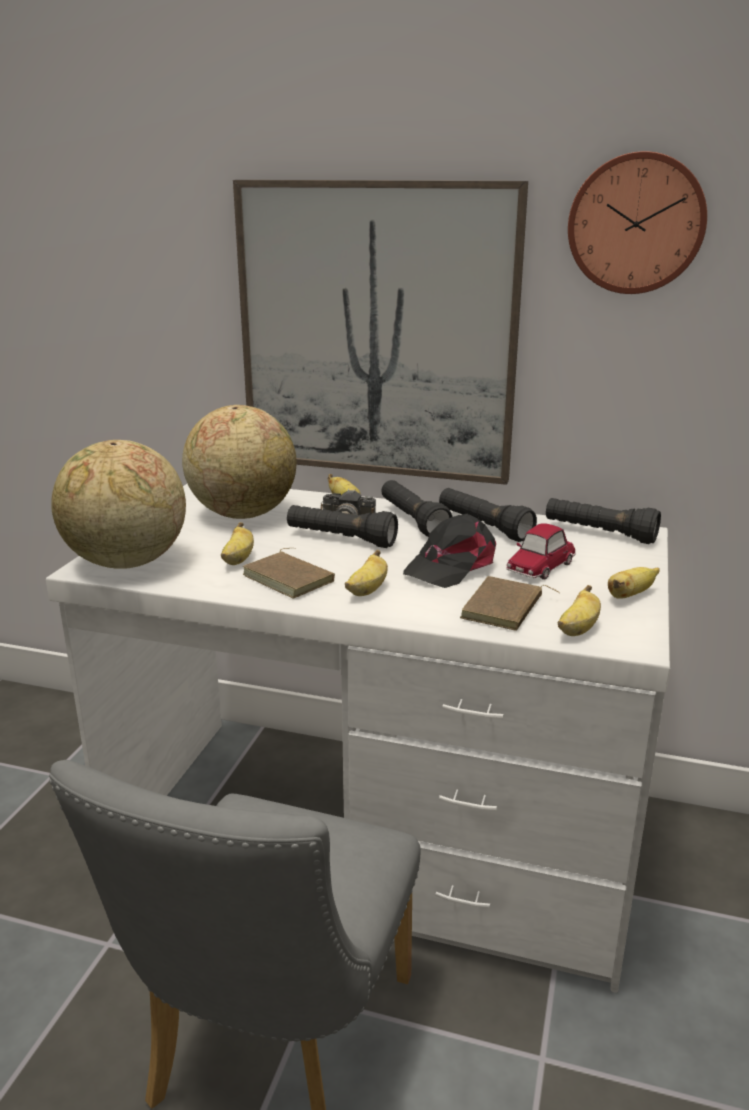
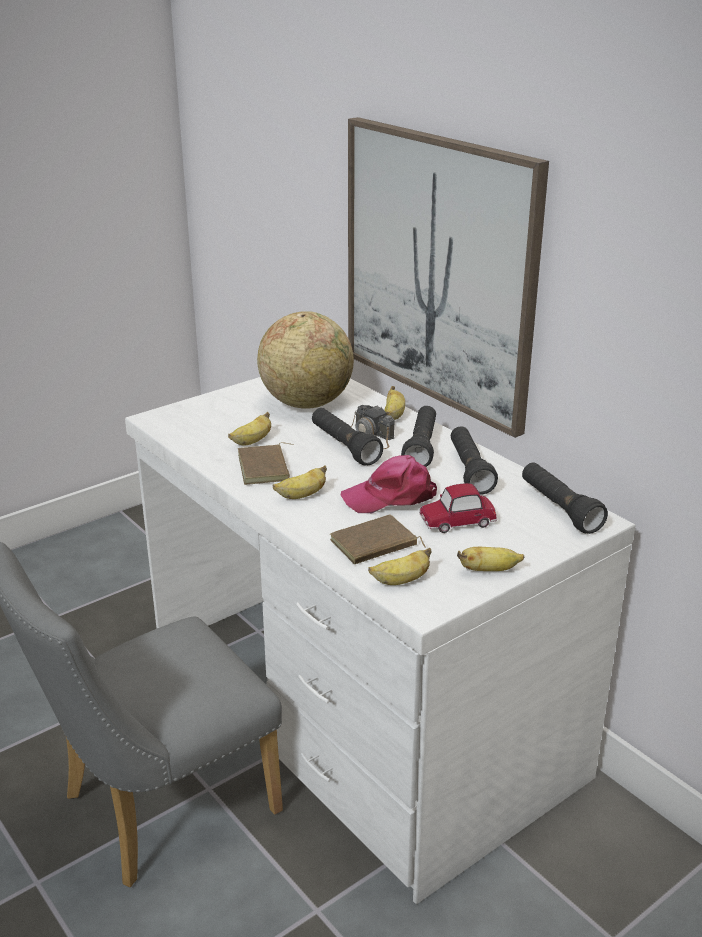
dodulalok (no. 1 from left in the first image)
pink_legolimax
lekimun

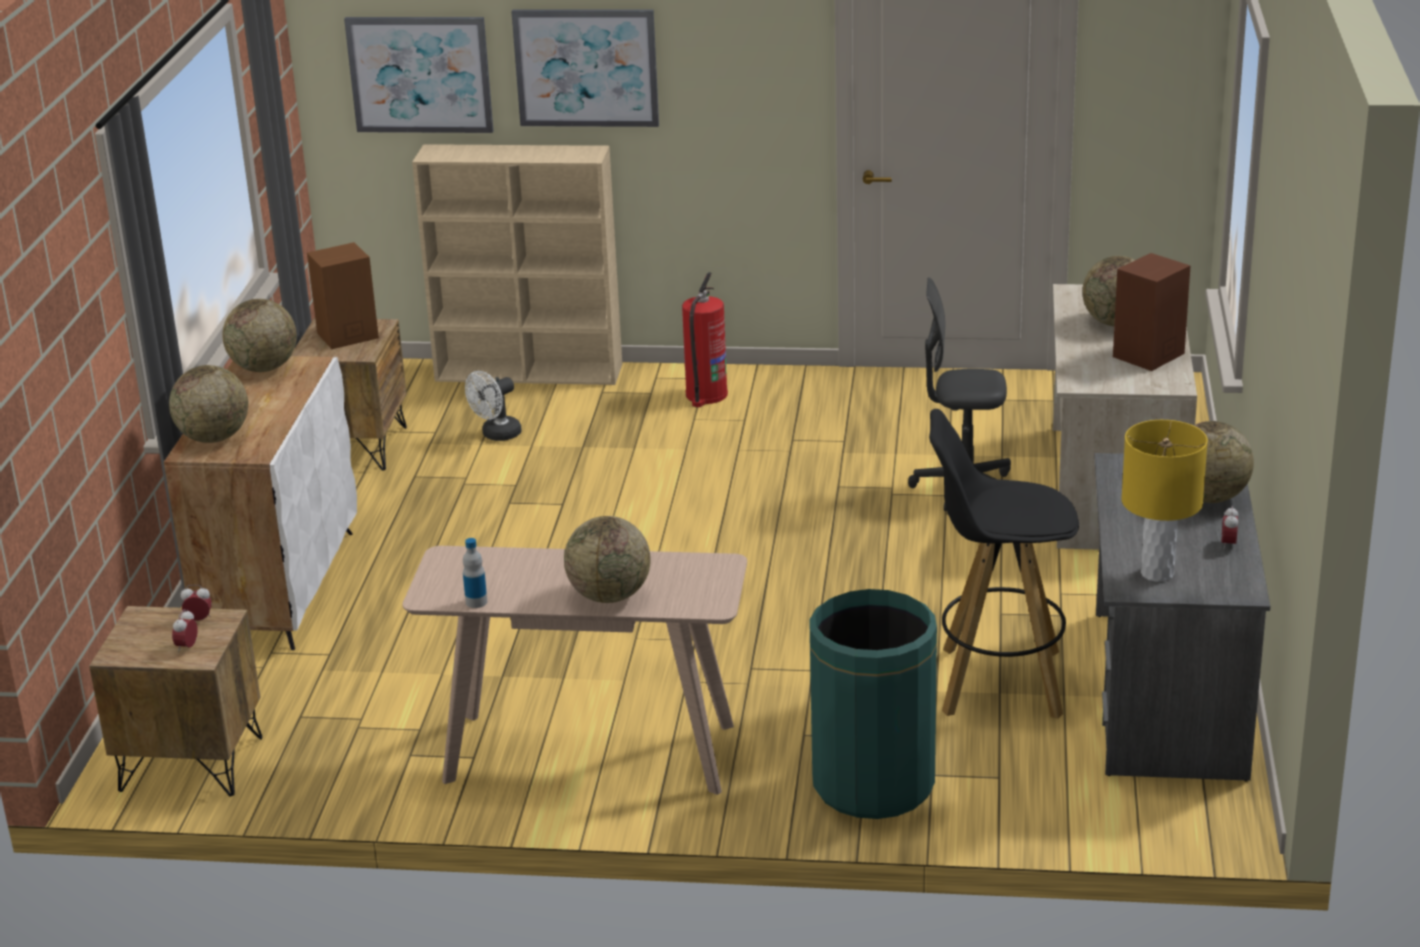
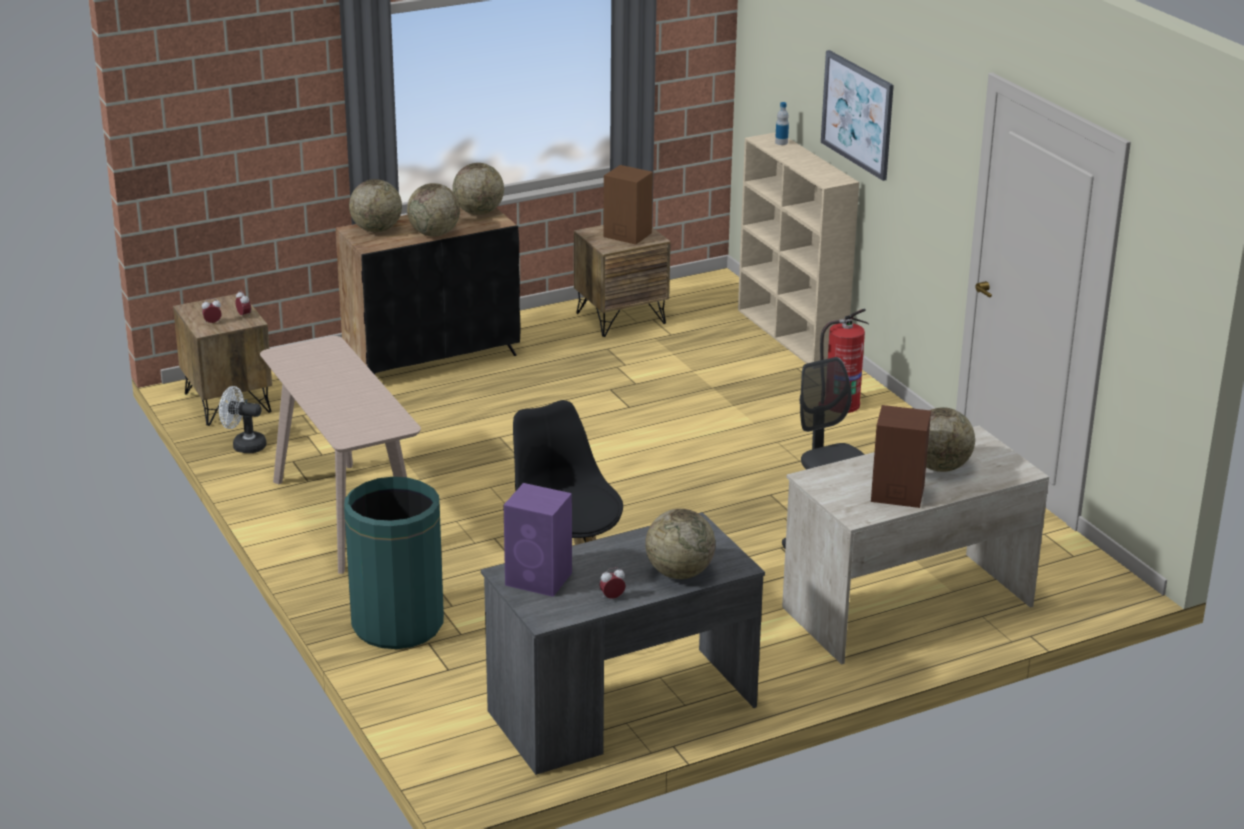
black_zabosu
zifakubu (no. 1 from left in the first image)
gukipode
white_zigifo
dodulalok (no. 2 from left)
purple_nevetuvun

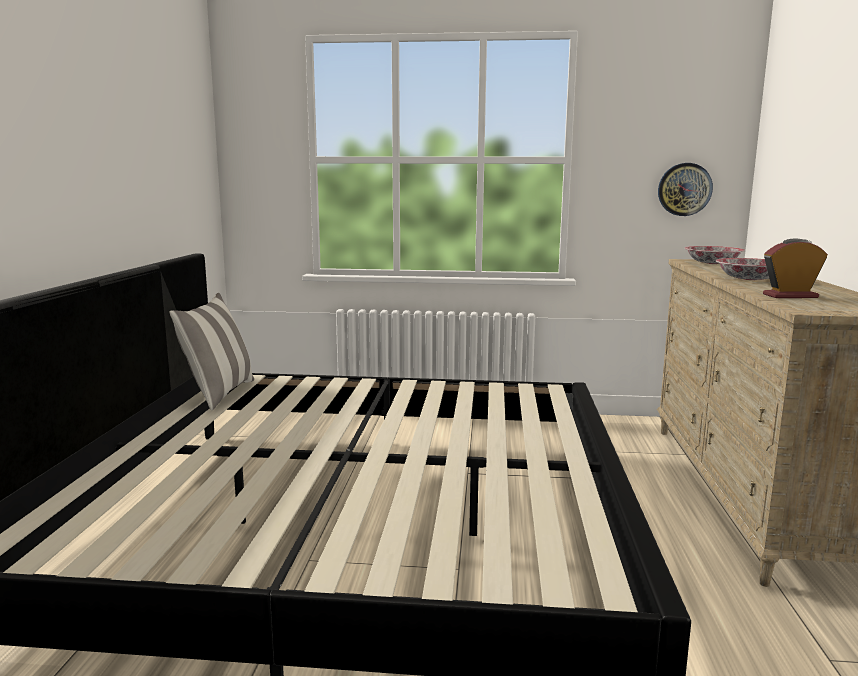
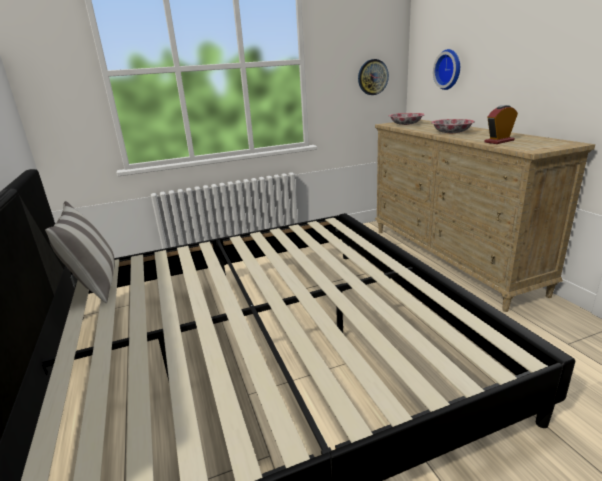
lekimun (no. 2 from left)

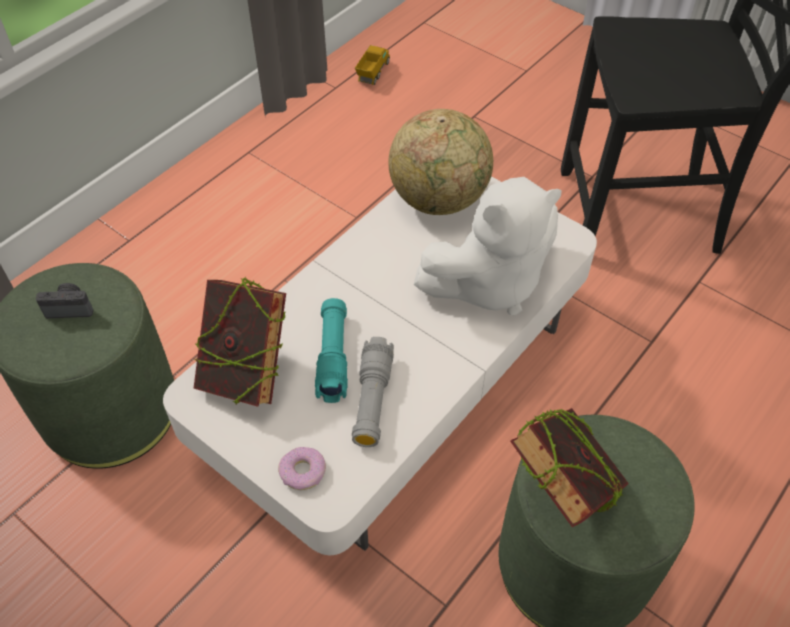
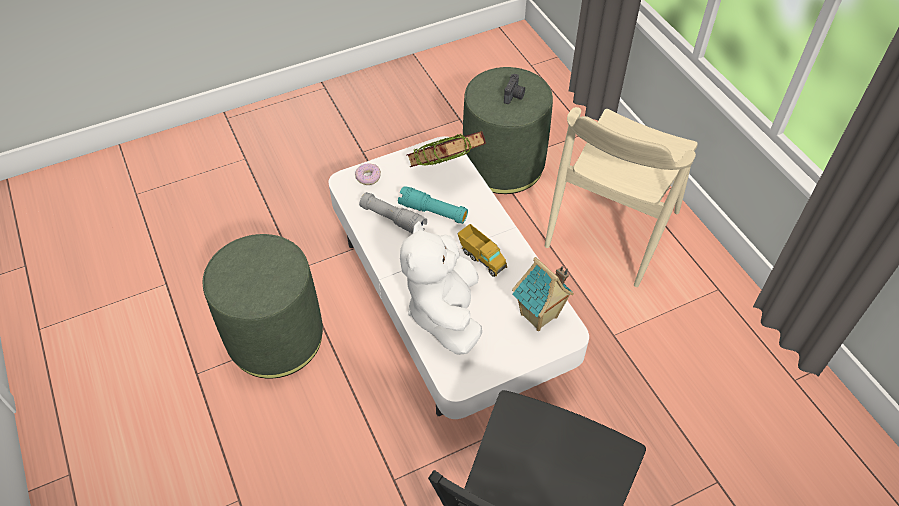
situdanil
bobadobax
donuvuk (no. 2 from left in the first image)
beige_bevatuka

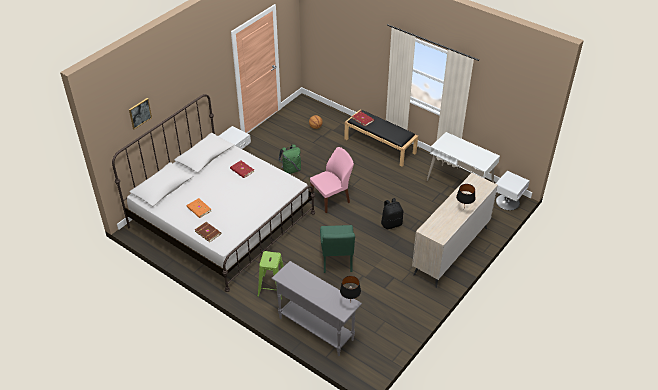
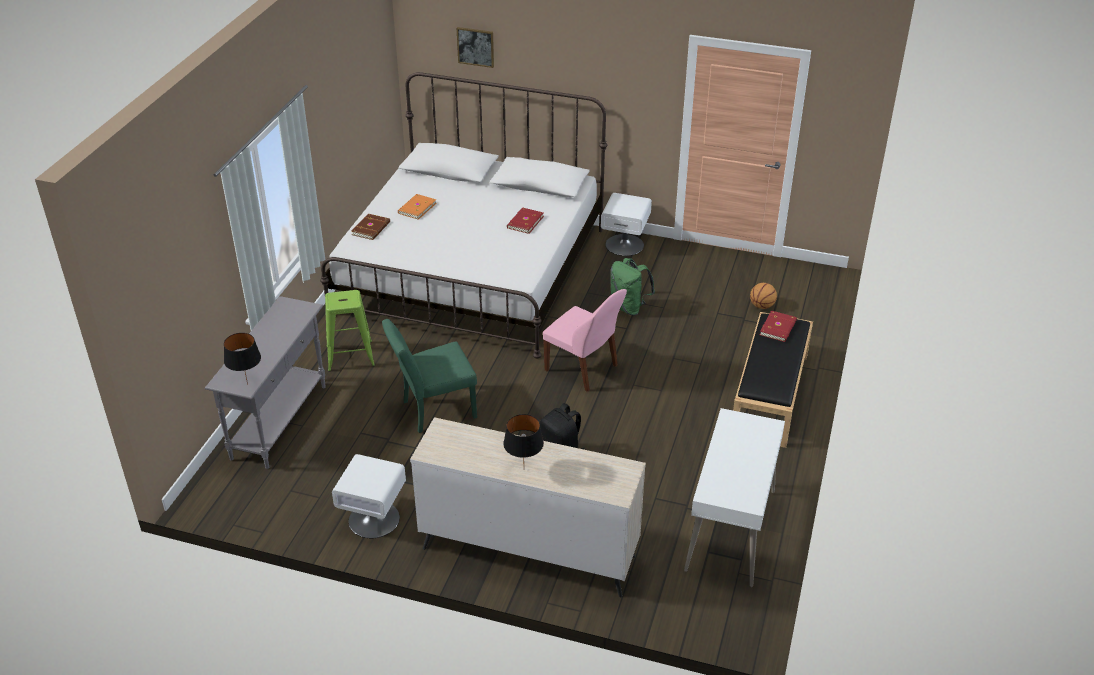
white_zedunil (no. 1 from left)

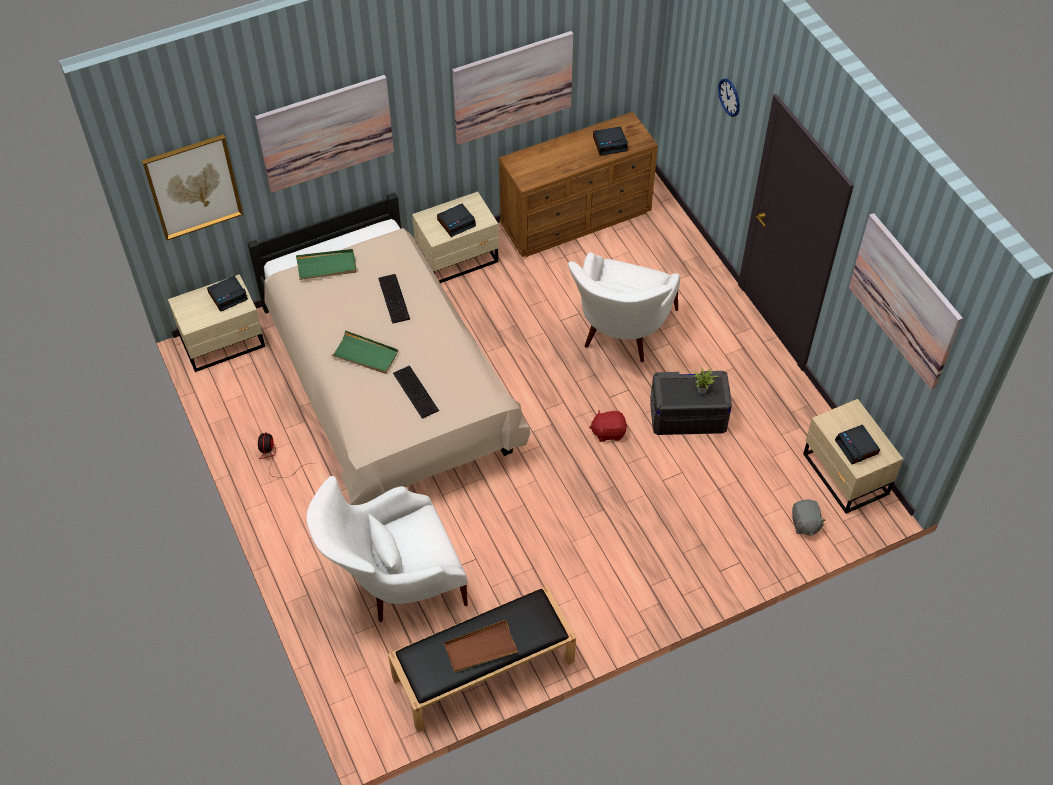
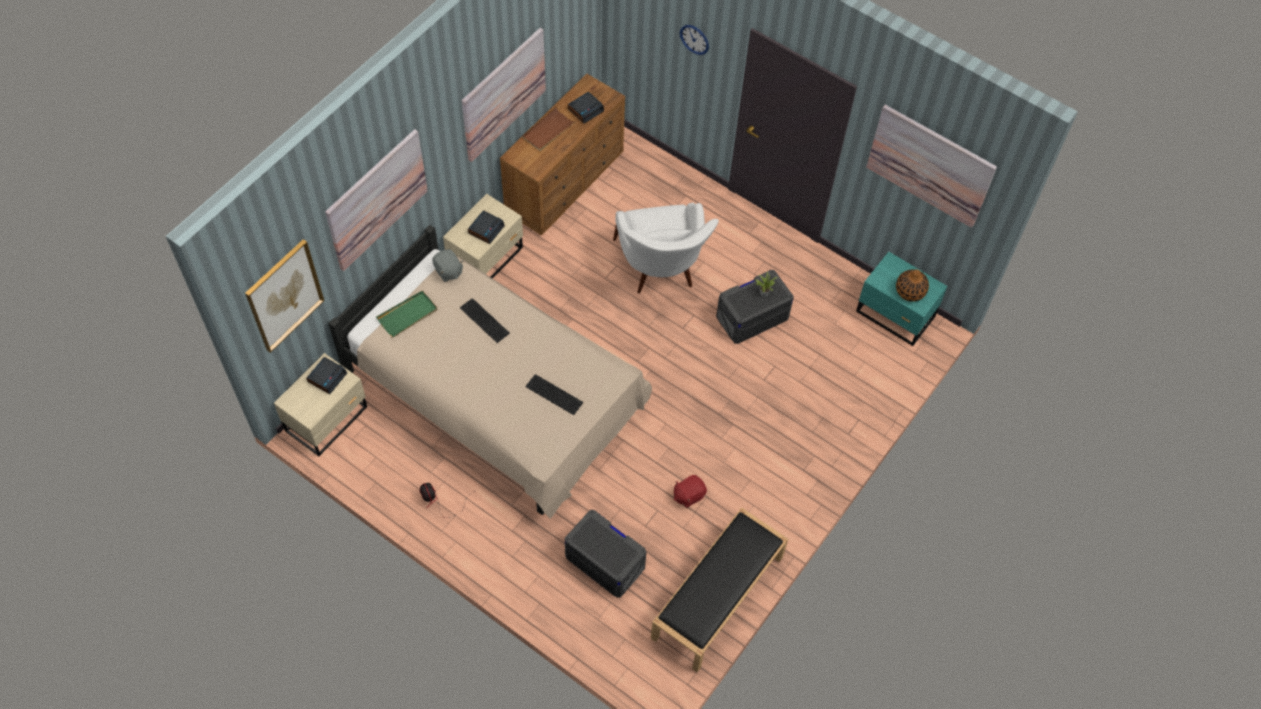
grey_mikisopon (no. 1 from left)
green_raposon (no. 2 from left in the first image)
brown_raposon
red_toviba
grey_toviba
turquoise_zedunil
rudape

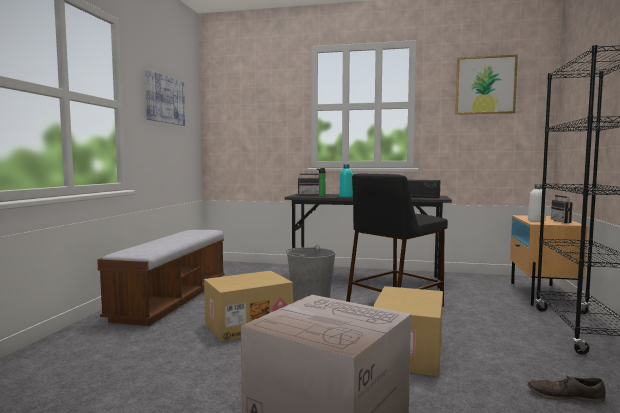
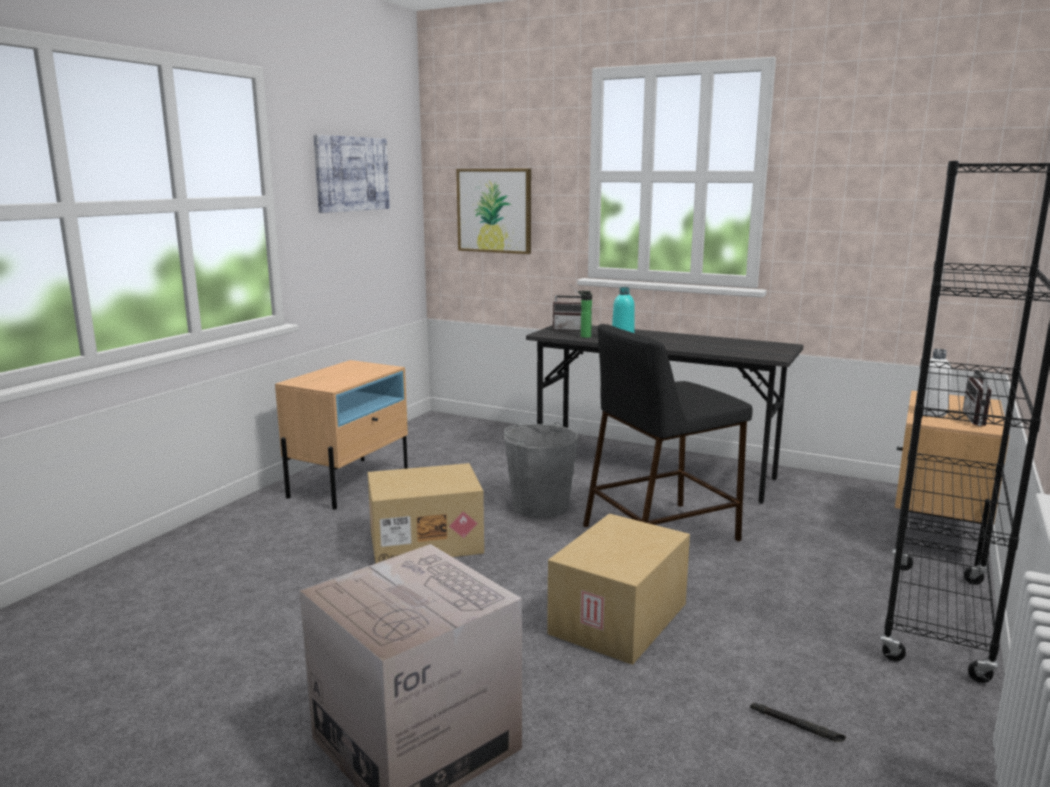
beige_zedunil (no. 1 from left)
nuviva (no. 2 from left in the first image)
zifakubu (no. 2 from left)
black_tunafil

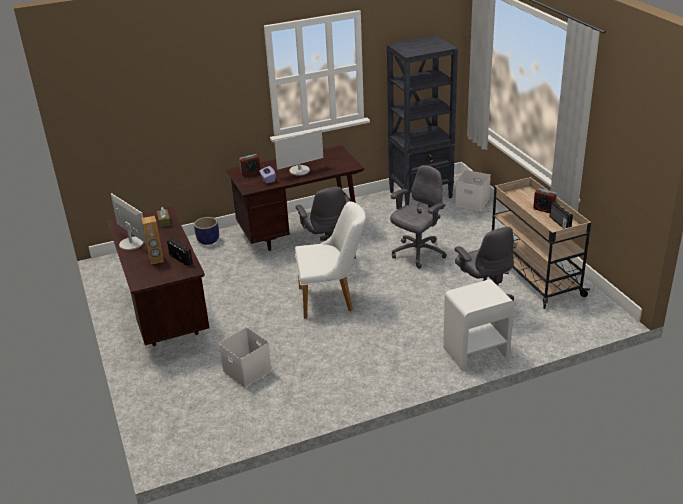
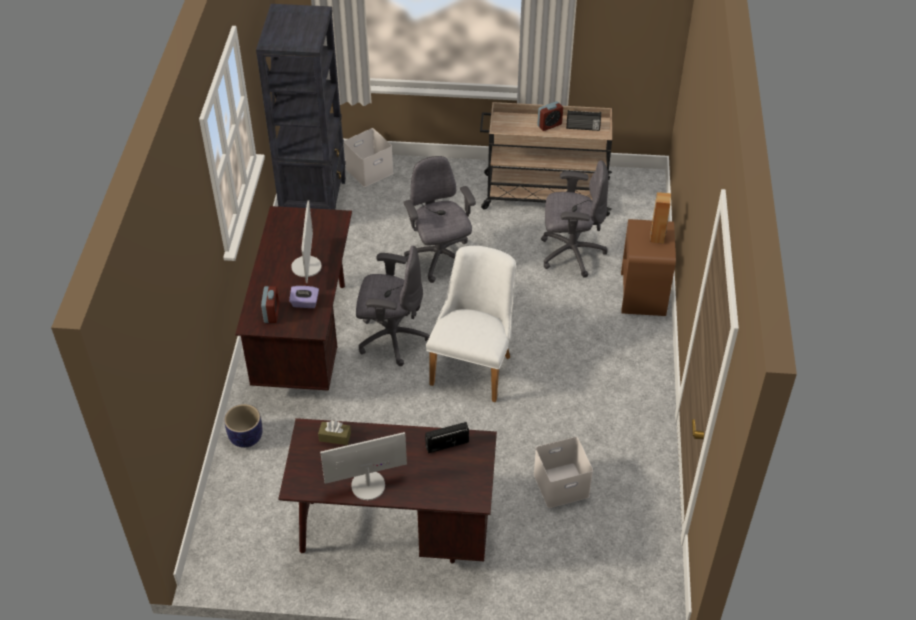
brown_nevetuvun
brown_zedunil

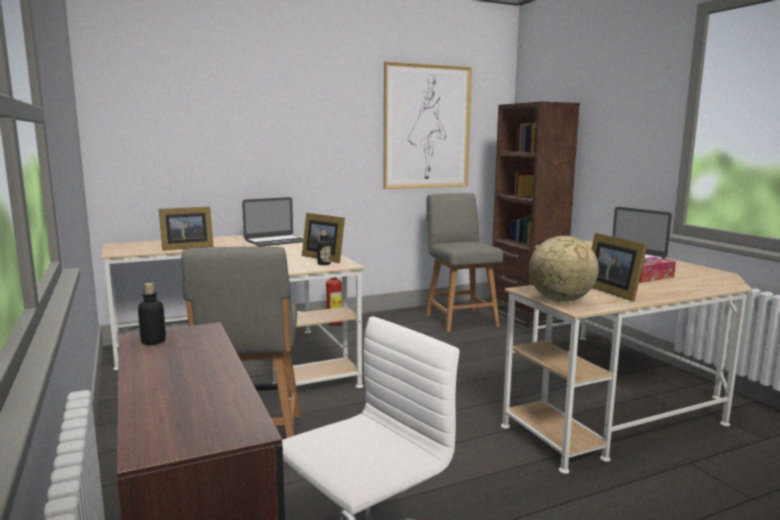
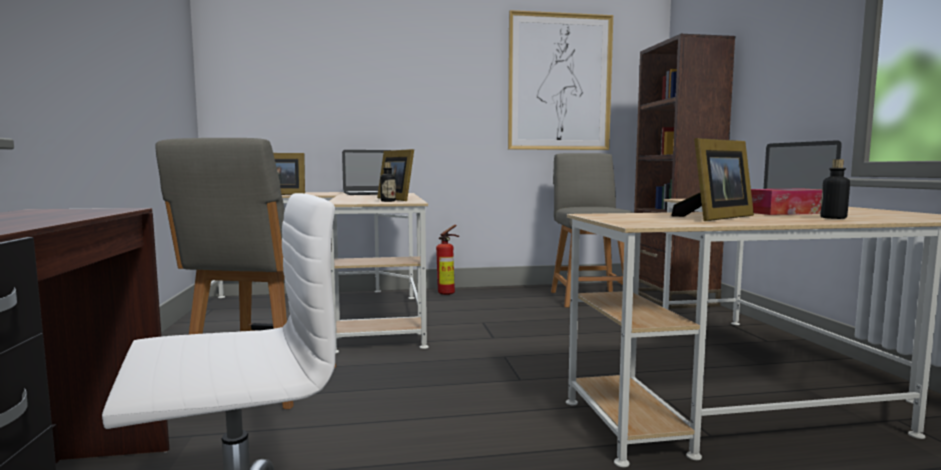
gukipode (no. 2 from left)
dodulalok
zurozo (no. 3 from left)

